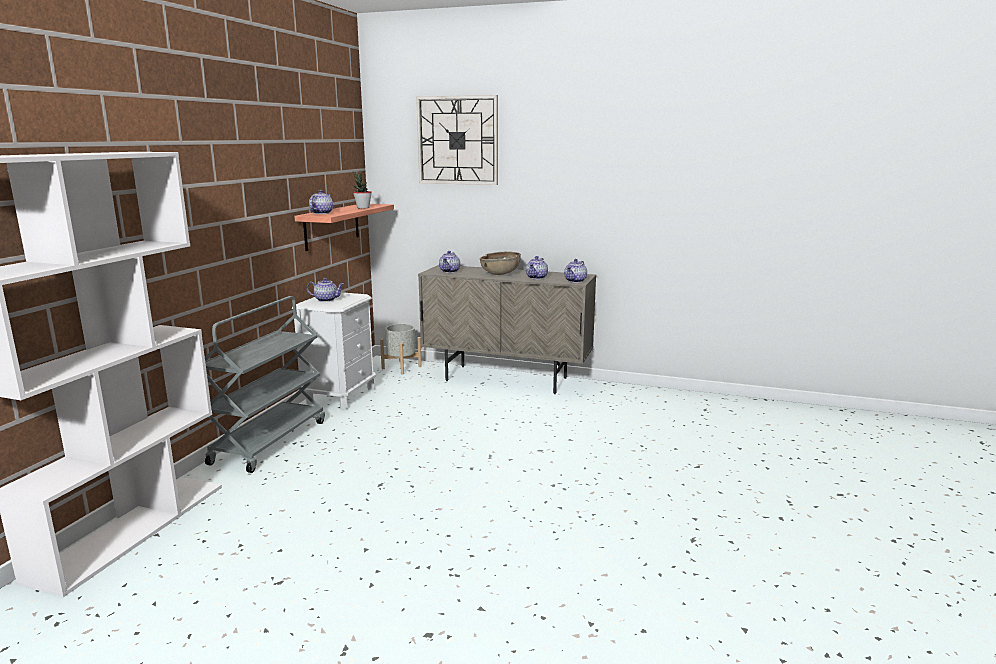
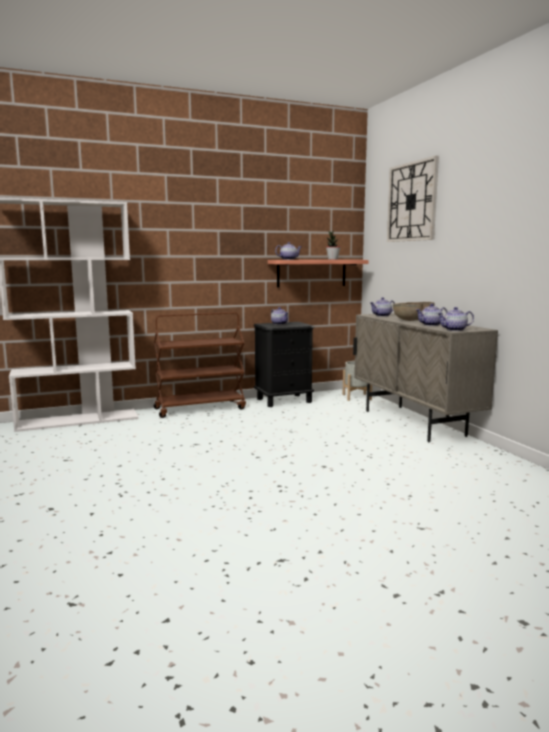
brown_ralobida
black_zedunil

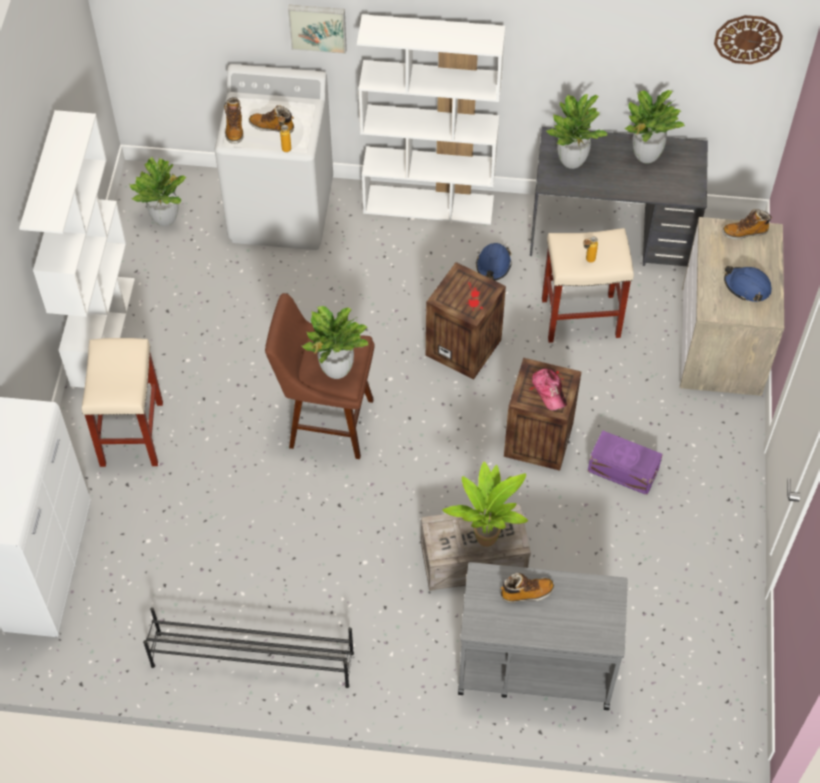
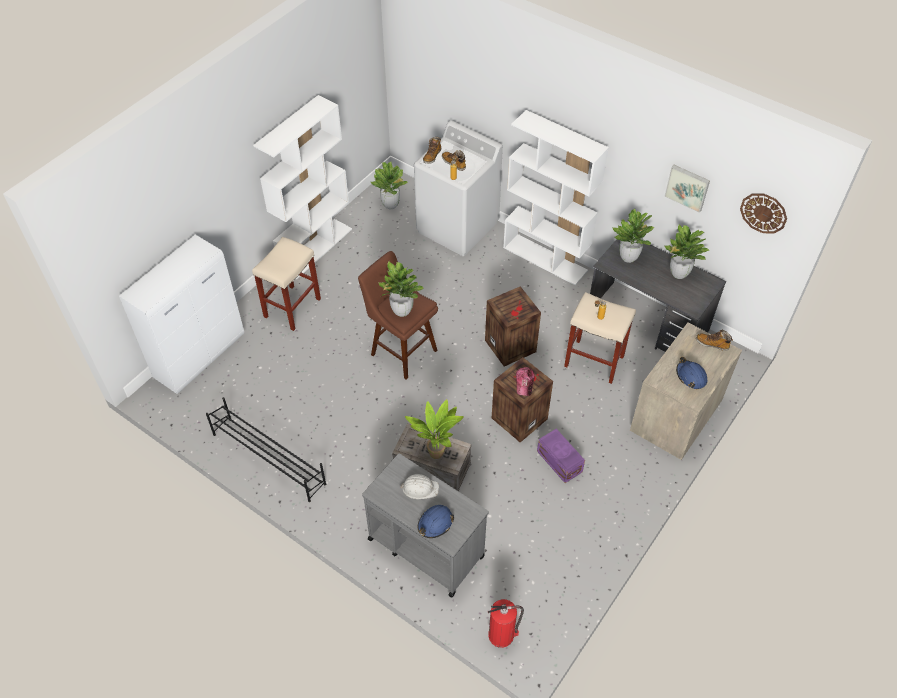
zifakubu
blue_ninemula (no. 1 from left)
white_ninemula
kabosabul

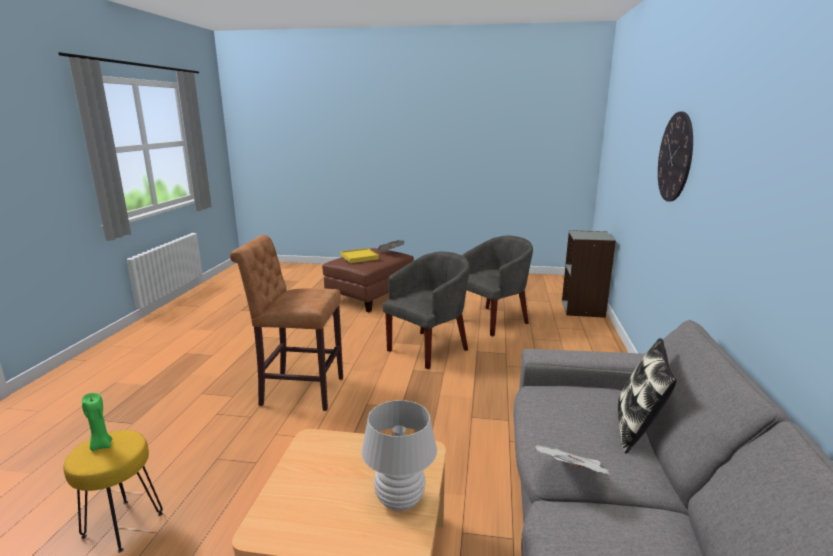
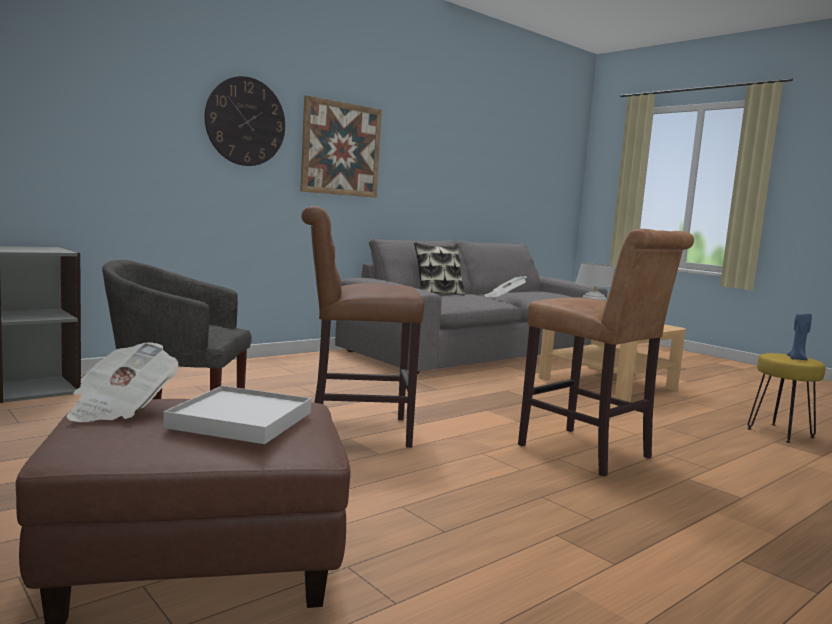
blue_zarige
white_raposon
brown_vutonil (no. 1 from left)
zifakubu

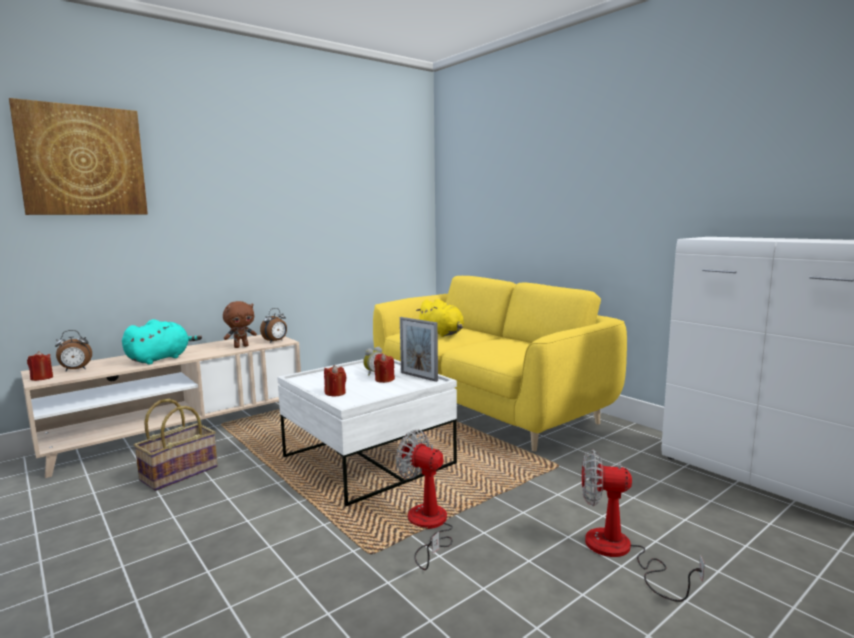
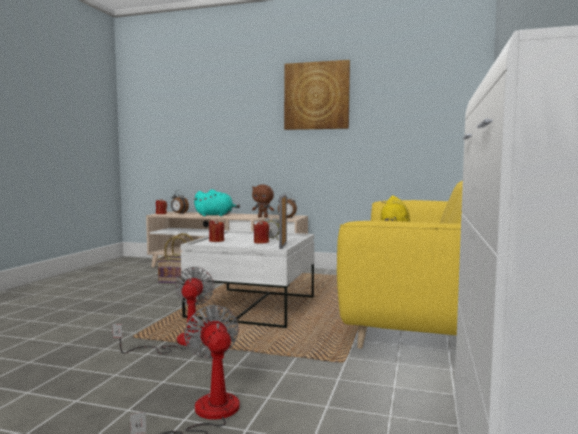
zifakubu

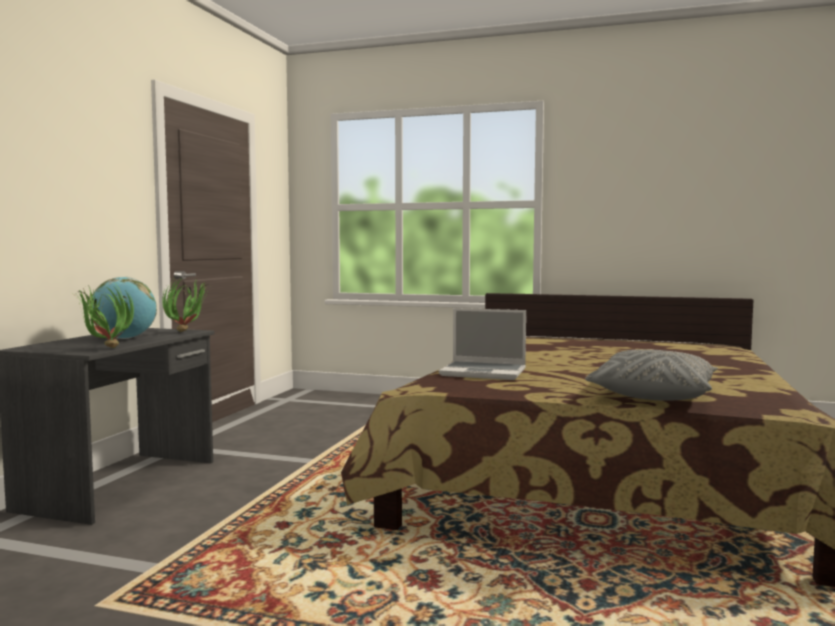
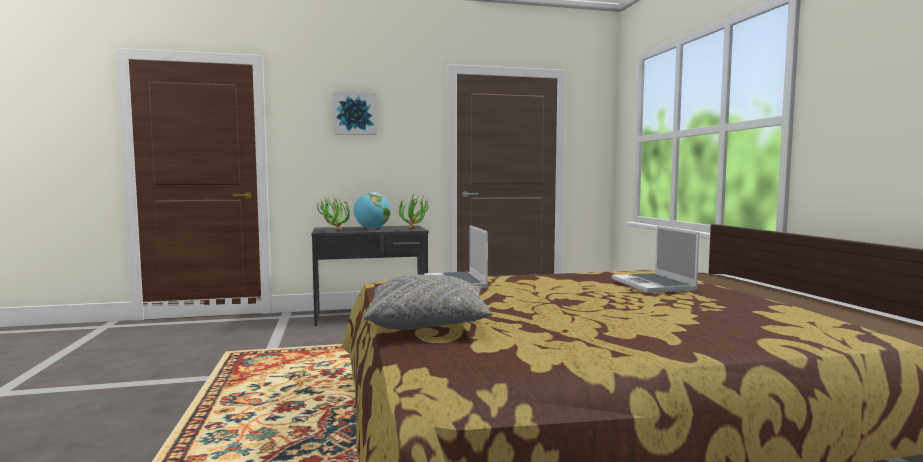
zifakubu
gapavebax (no. 2 from left)

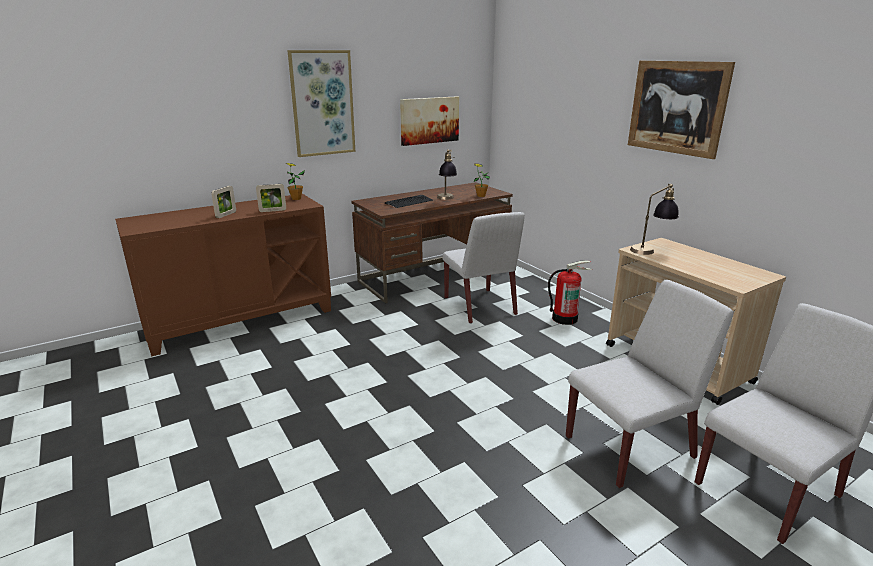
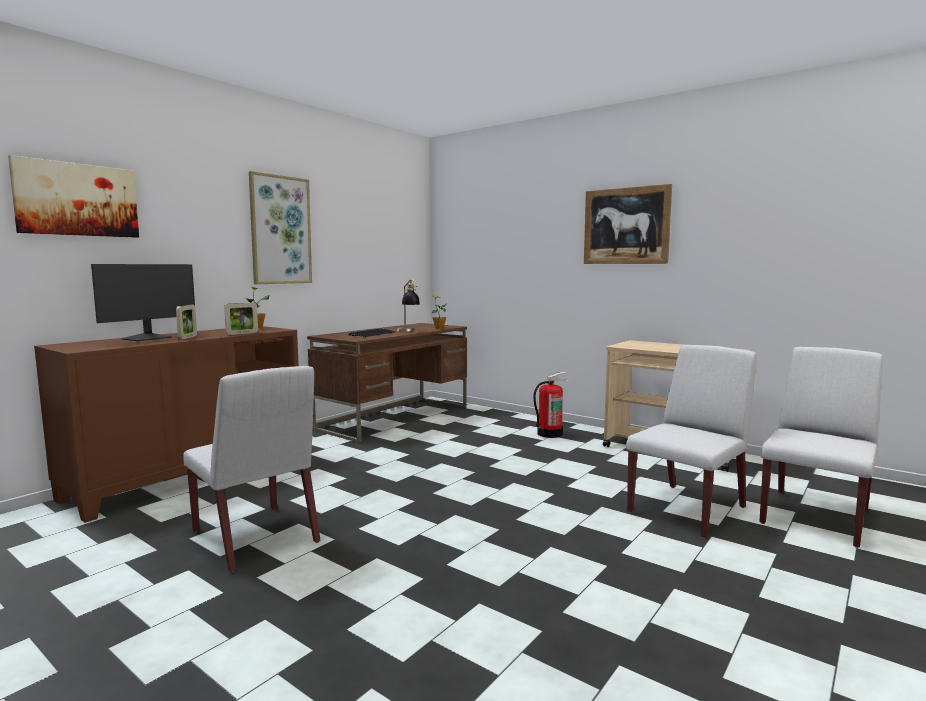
zifakubu (no. 1 from left)
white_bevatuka (no. 1 from left)
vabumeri (no. 2 from left in the first image)
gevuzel

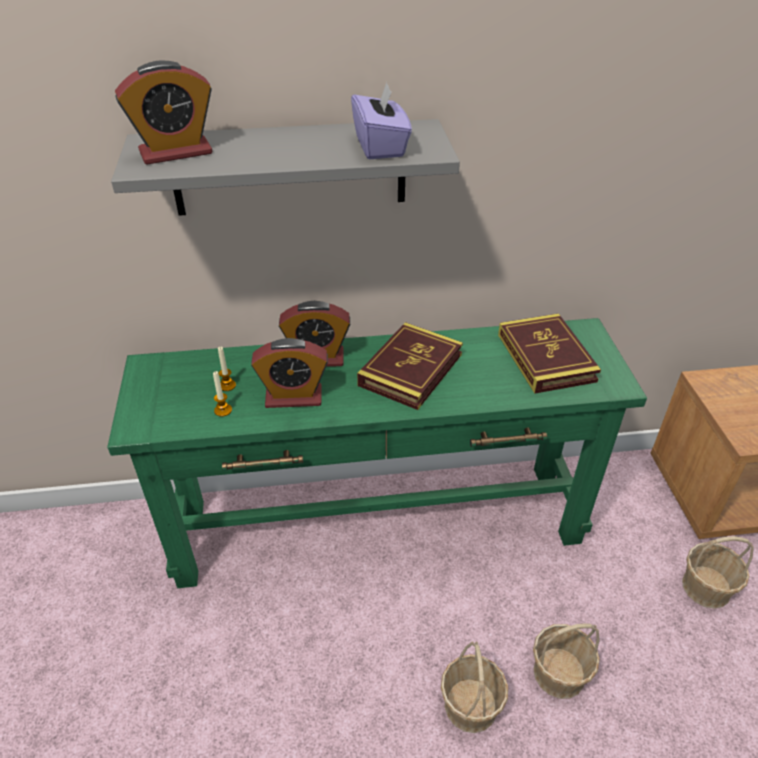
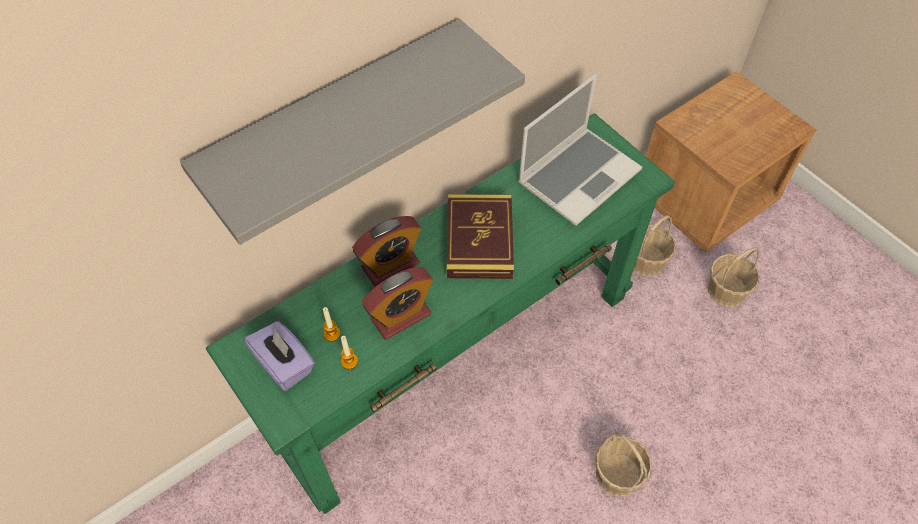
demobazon (no. 1 from left in the first image)
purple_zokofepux
gapavebax
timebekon (no. 2 from left)

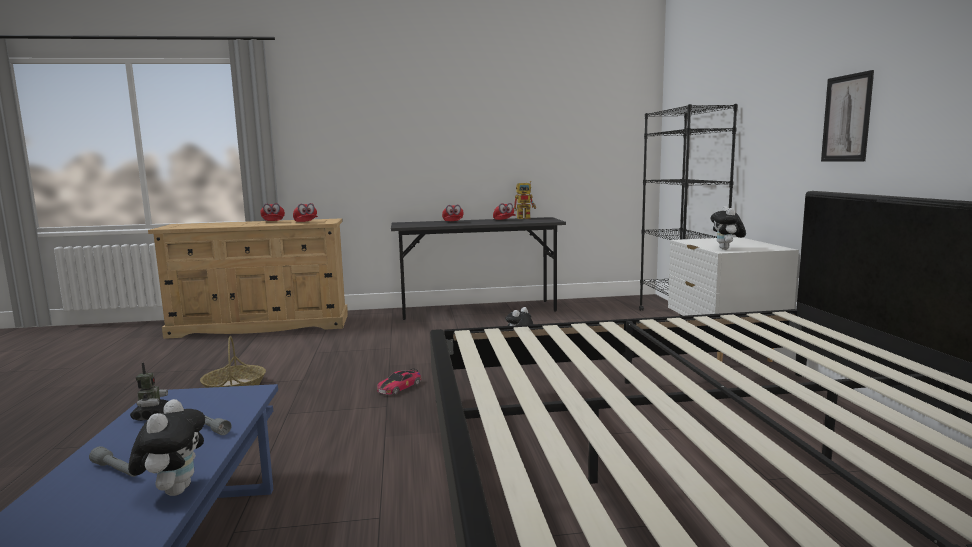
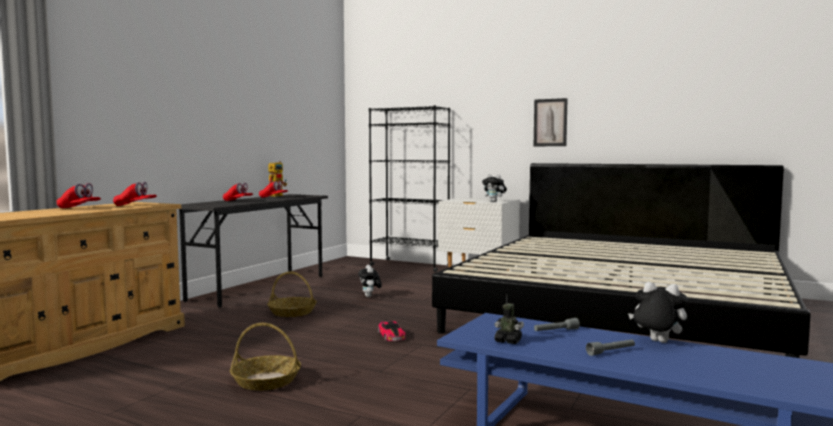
timebekon (no. 2 from left)

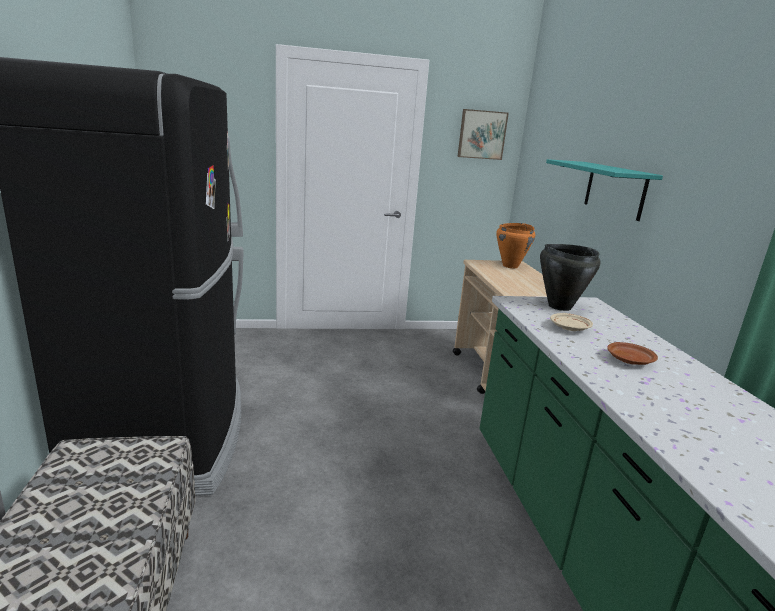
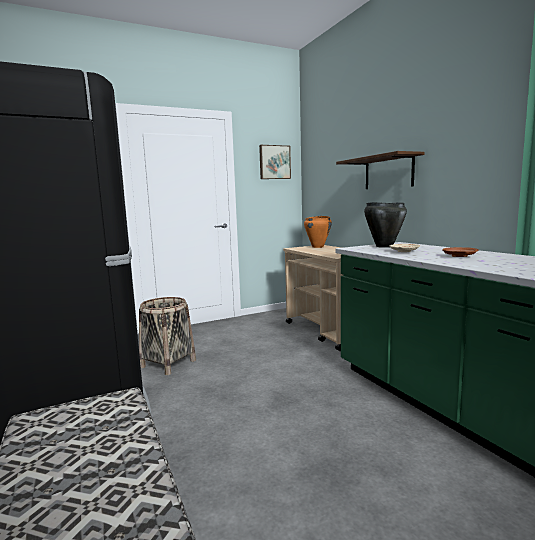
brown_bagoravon
timebekon

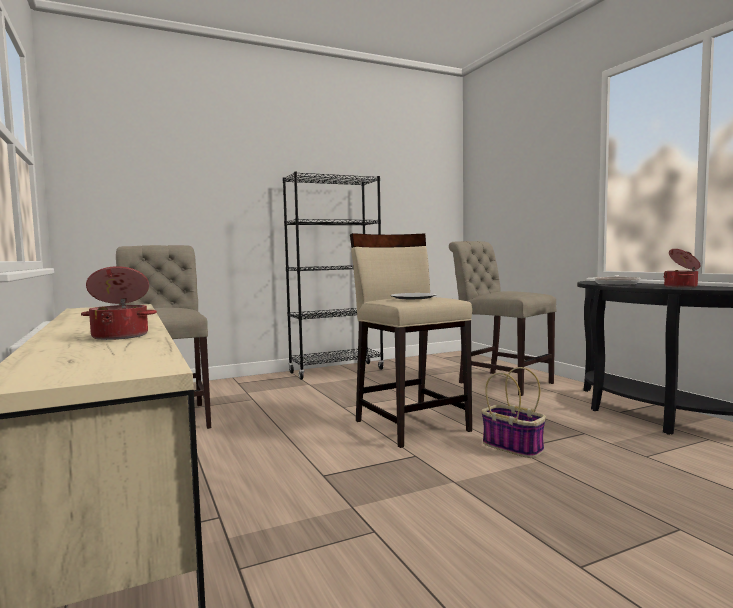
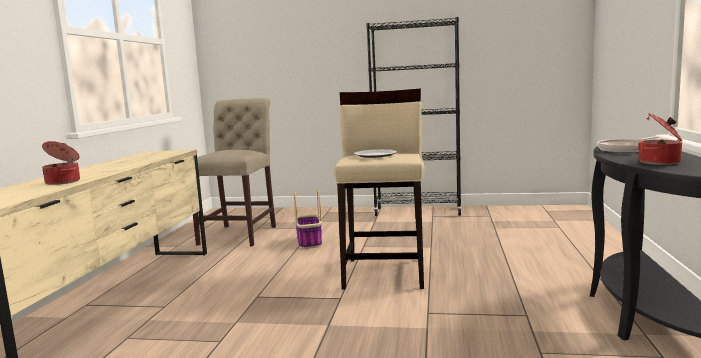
beige_bevatuka (no. 2 from left in the first image)
timebekon

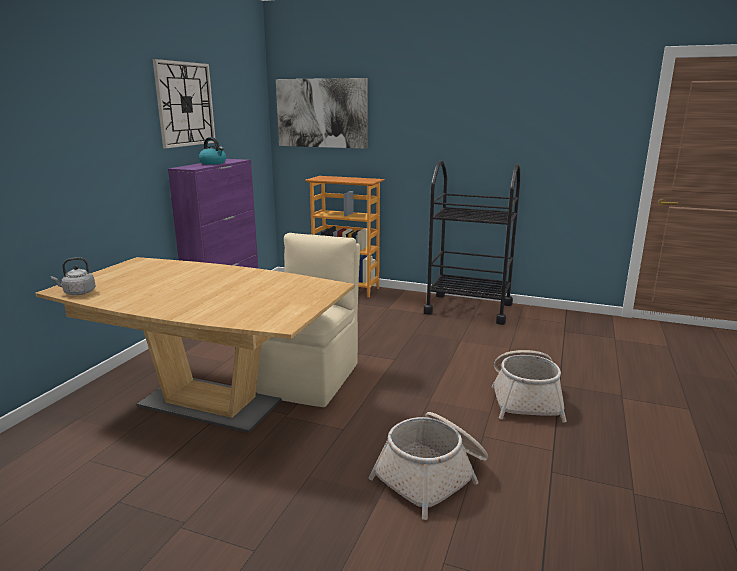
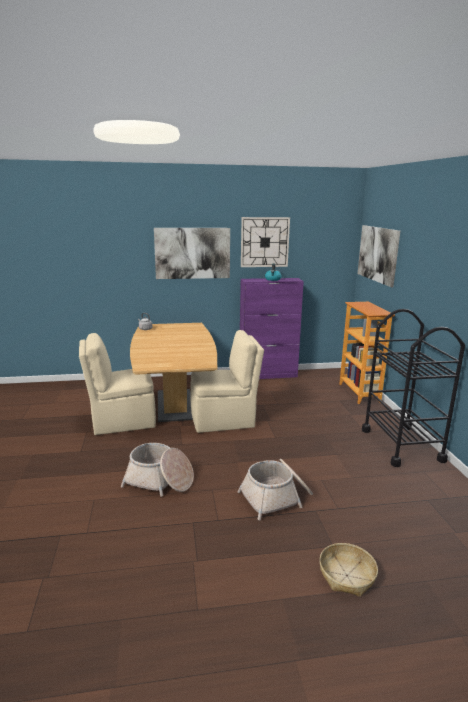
beige_bevatuka (no. 1 from left)
zifakubu (no. 1 from left)
timebekon (no. 3 from left)

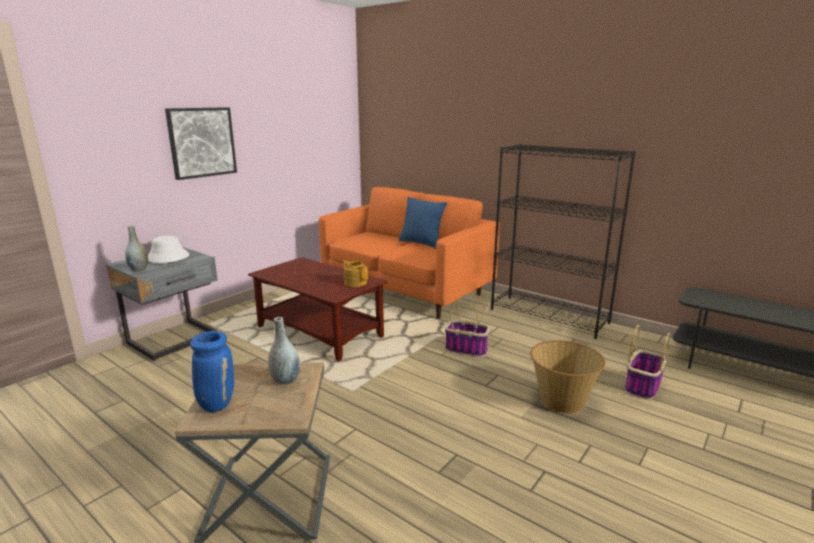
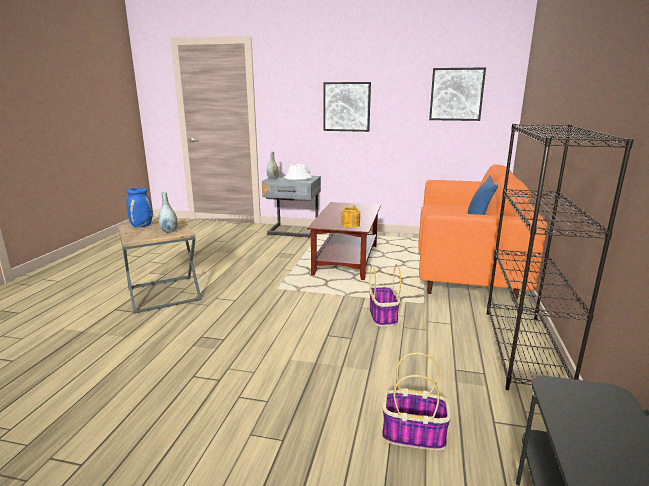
timebekon (no. 2 from left in the first image)
zifakubu (no. 2 from left)

